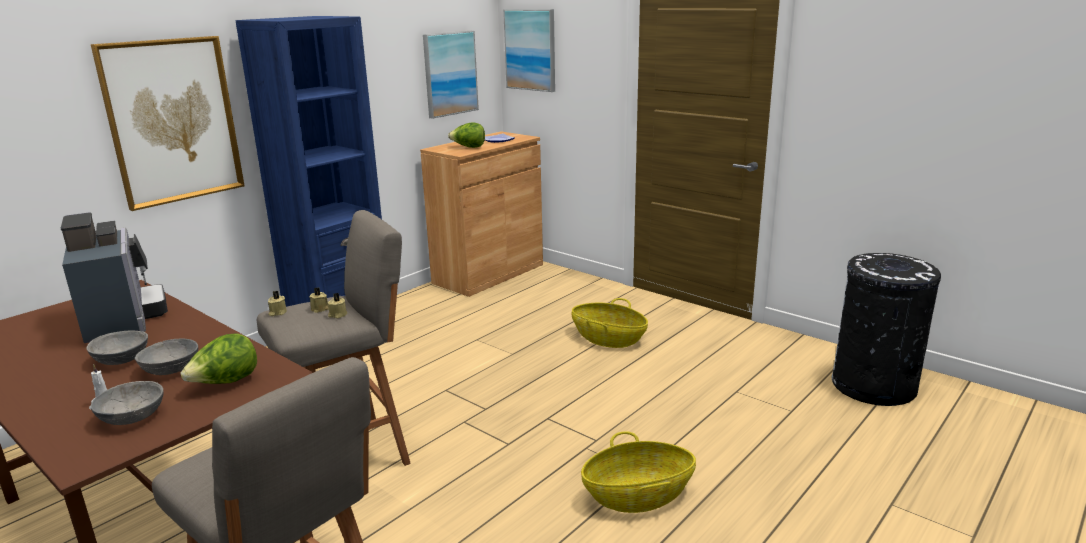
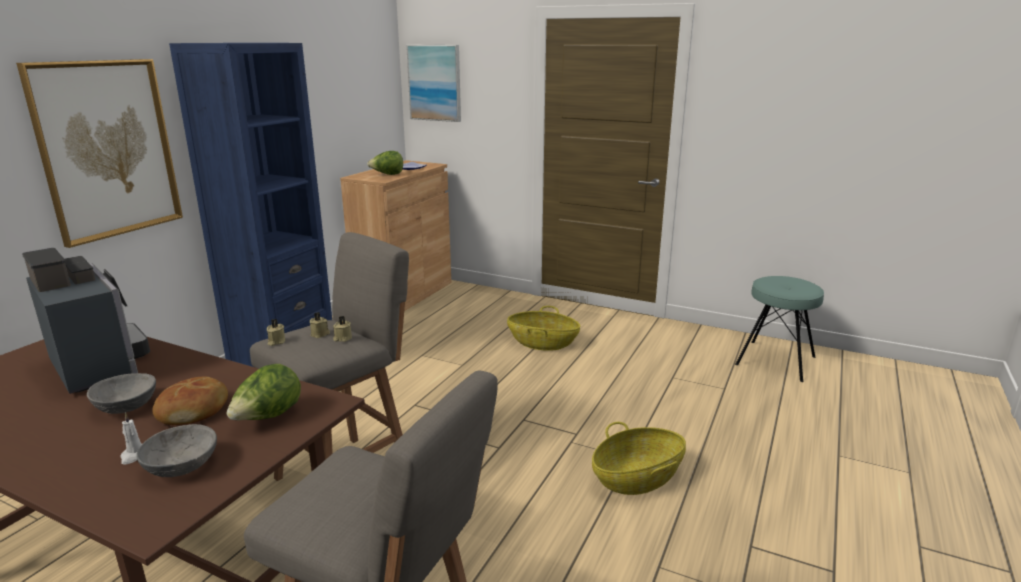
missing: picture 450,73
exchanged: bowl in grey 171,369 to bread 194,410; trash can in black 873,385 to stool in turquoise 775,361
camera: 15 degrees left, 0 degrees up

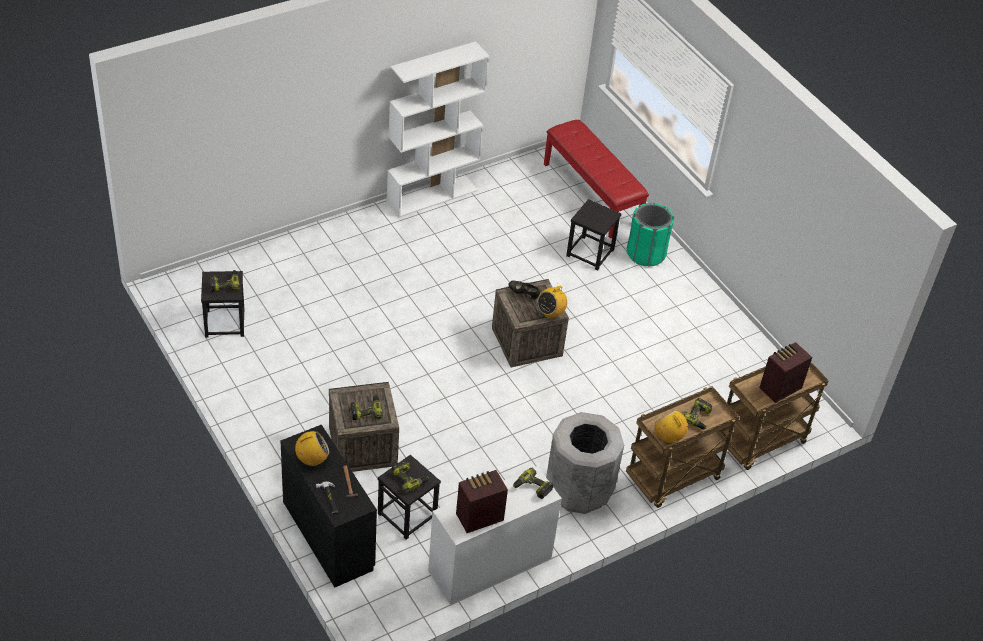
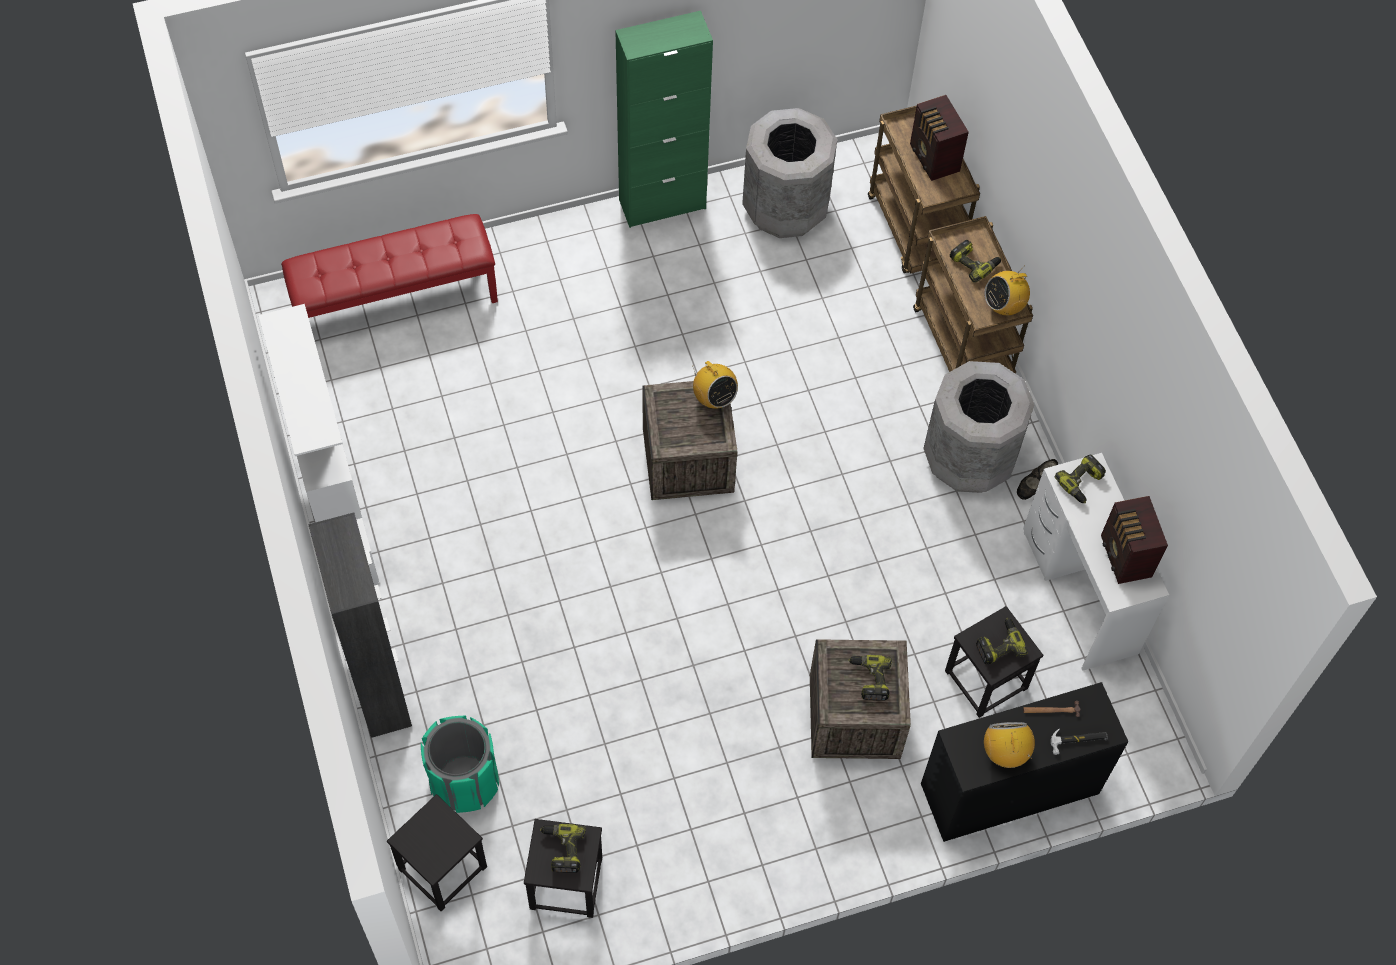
appeared: cabinet in black 380,691; cabinet in green 662,204; trash can in grey 785,208
relocated: shoe in black 523,294 to 1035,484; stool in black 589,253 to 443,868; trash can in green 646,254 to 464,780
camera: 75 degrees left, 15 degrees up

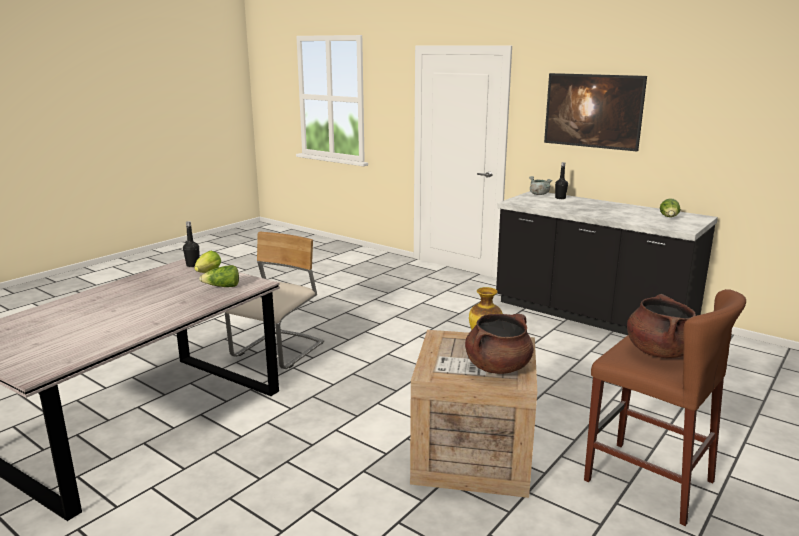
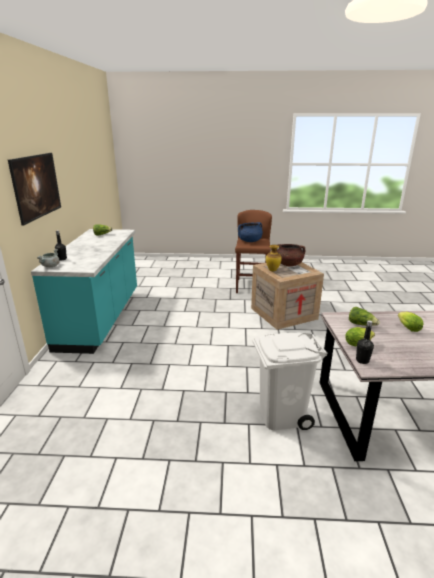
appeared: lettuce 407,327
exchanged: chair in beige 279,351 to trash can in white 281,414
colour: counter in black 591,316 to counter in turquoise 101,318; cooking pot in brown 659,352 to cooking pot in blue 249,241
camera: 125 degrees left, 5 degrees up

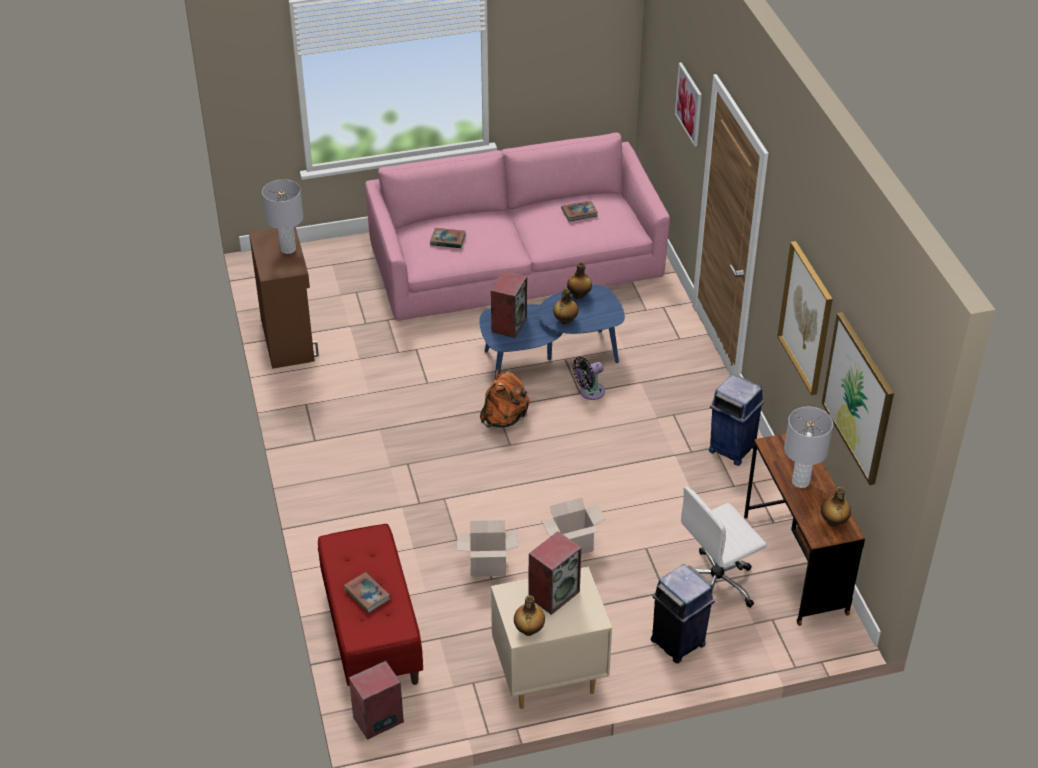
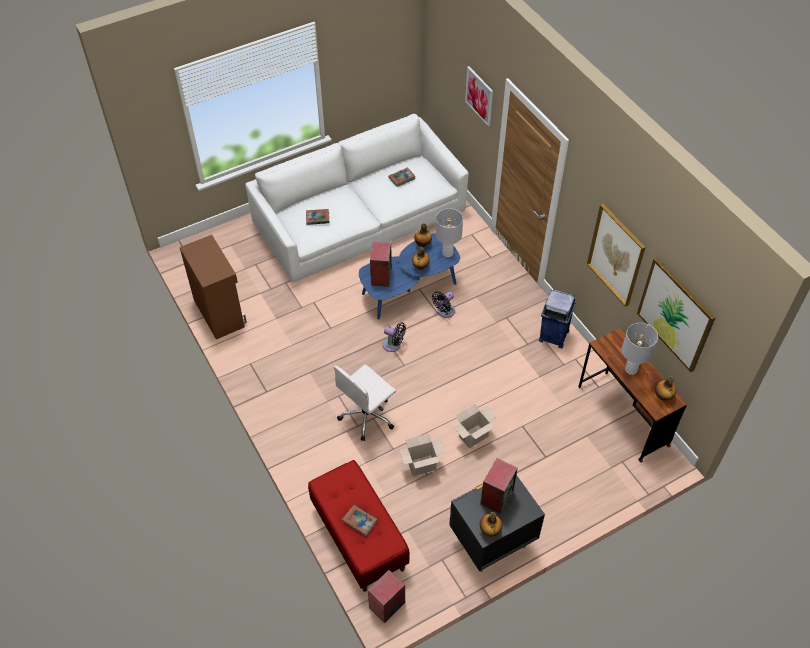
missing: trash can in blue 678,643
relocated: table lamp in grey 288,249 to 447,253; office chair in white 717,583 to 367,416
exchanged: backpack in orange 504,418 to fan in black 393,345
colour: sofa in pink 515,262 to sofa in white 359,218; nightstand in beige 549,678 to nightstand in black 492,543
camera: 15 degrees left, 10 degrees up

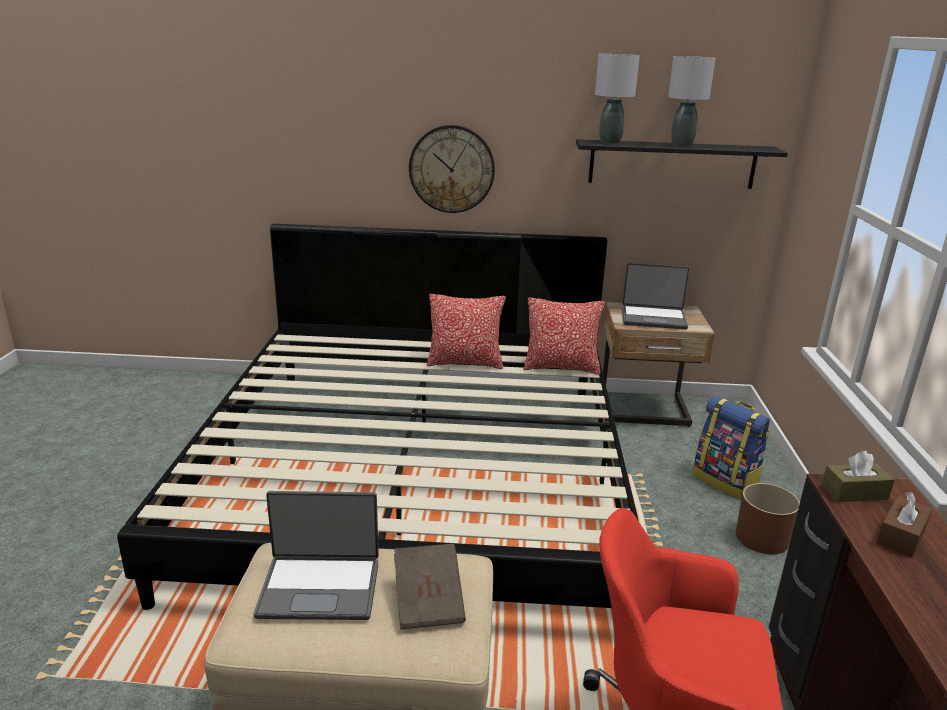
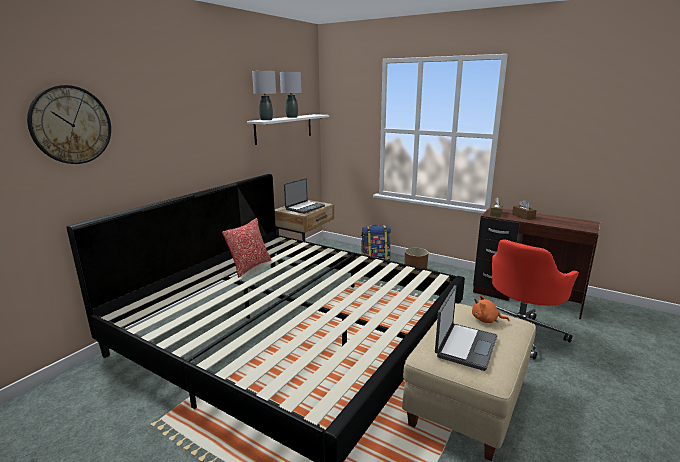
missing: pillow 561,367
relocated: wall clock 452,169 to 71,125
exchanged: book in brown 428,601 to plush toy in orange 486,320
colour: shelf in black 672,164 to shelf in white 284,128
camera: 60 degrees left, 5 degrees down

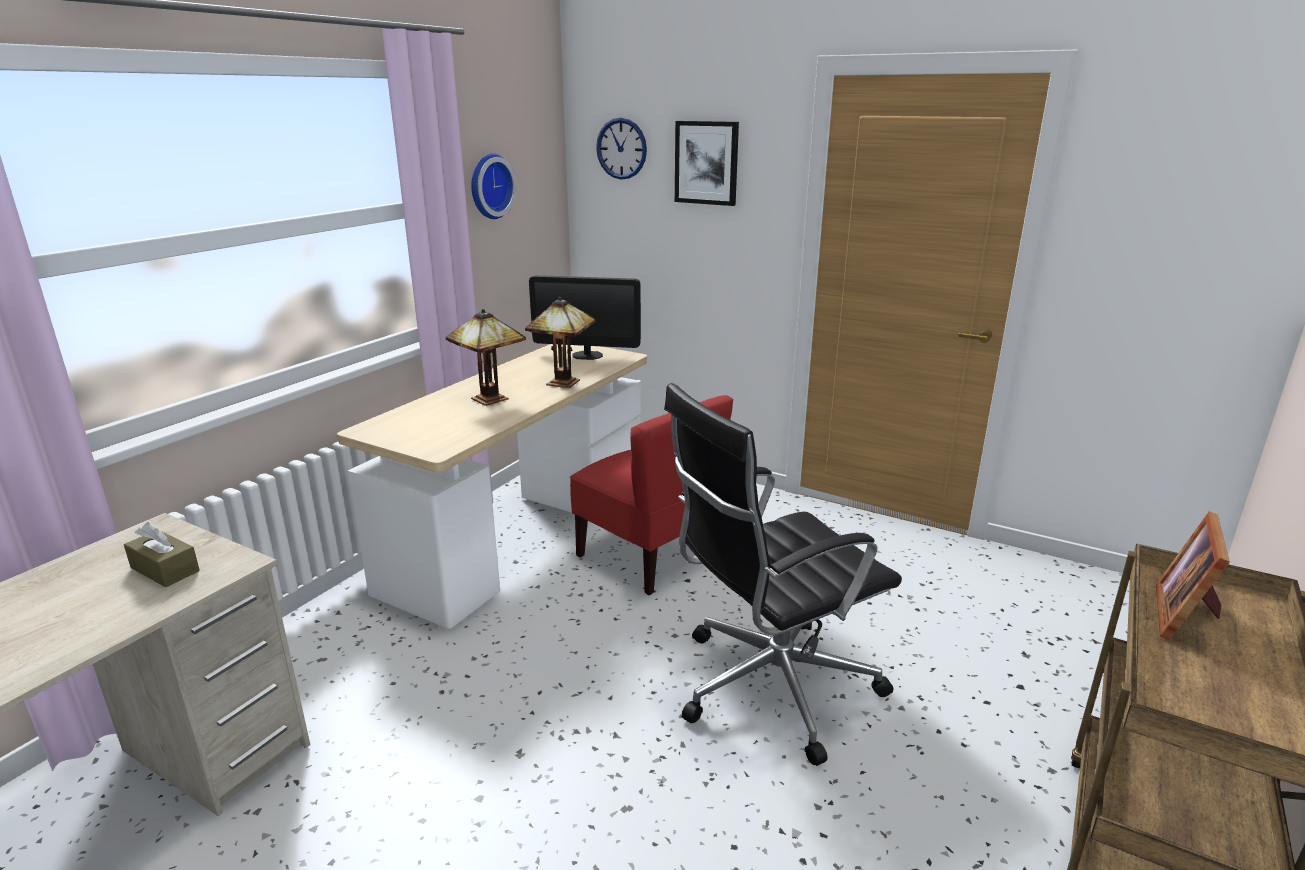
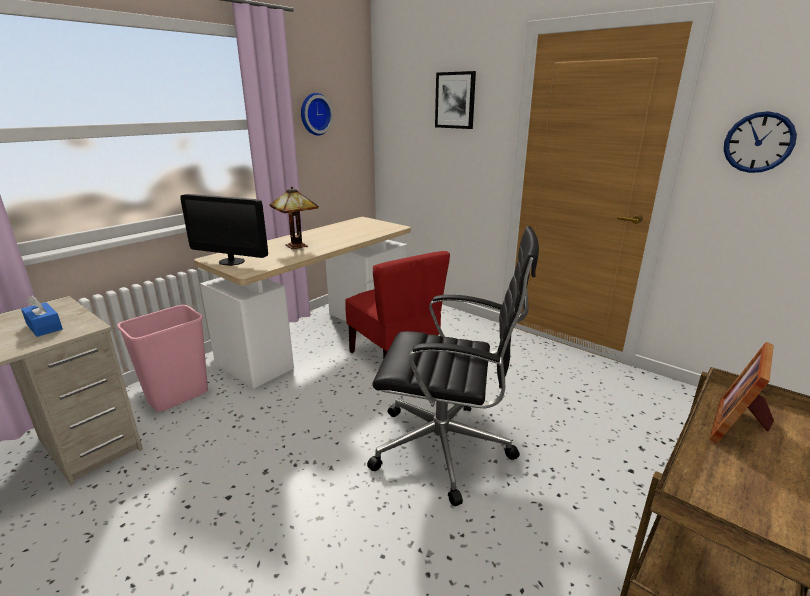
missing: table lamp 562,382
appeared: trash can in pink 178,396
relocated: monitor 587,355 to 231,261; wall clock 621,148 to 758,142
colour: tissue box in brown 165,569 to tissue box in blue 44,327
spun: office chair in black 770,686 = 446,448 150 degrees counterclockwise
camera: 10 degrees right, 0 degrees up

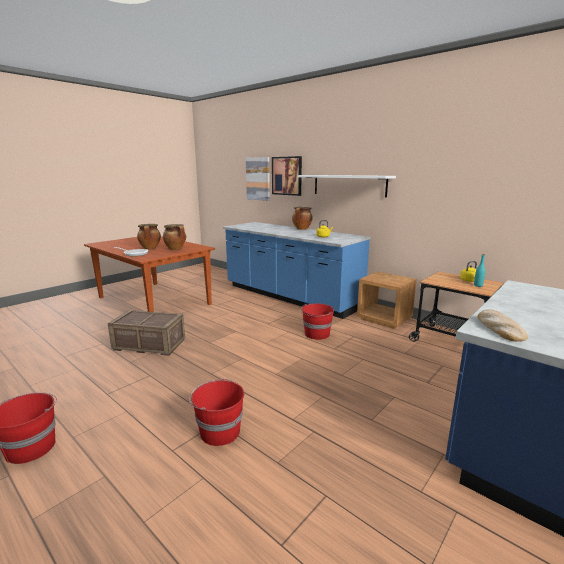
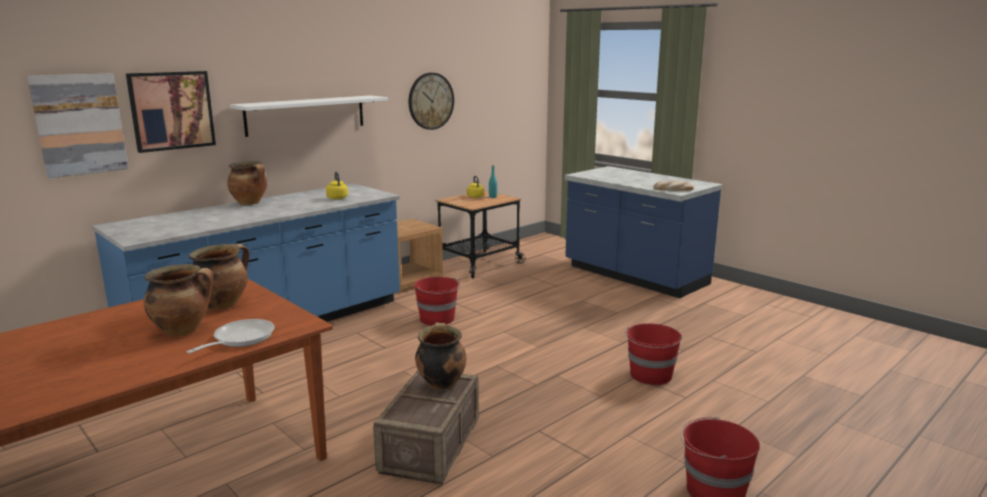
appeared: wall clock 431,101; cooking pot 441,383
camera: 85 degrees left, 0 degrees up

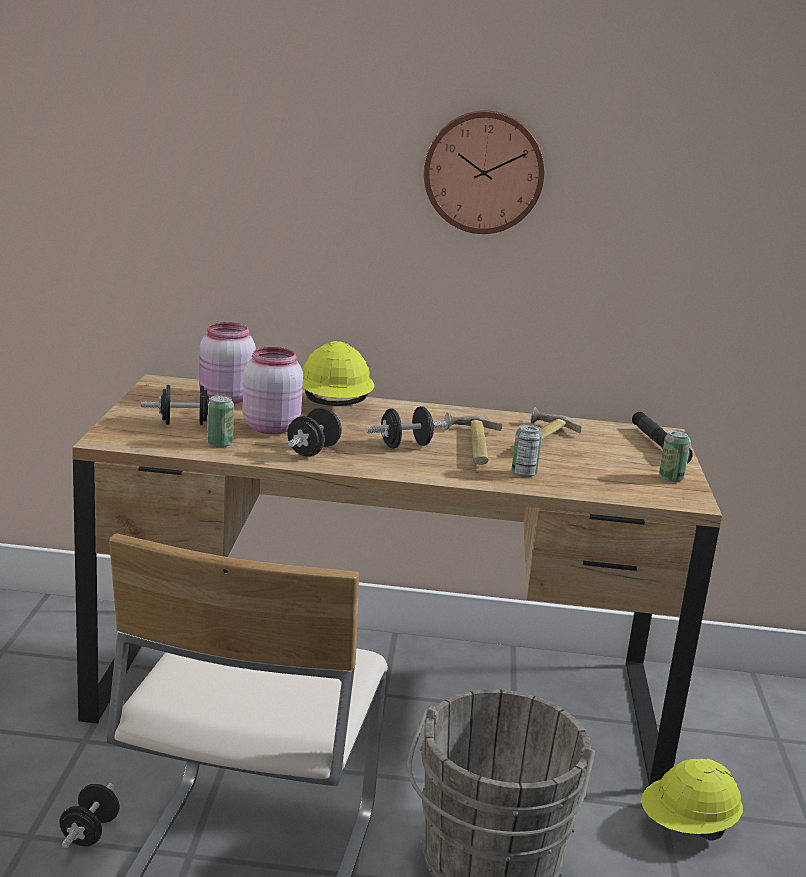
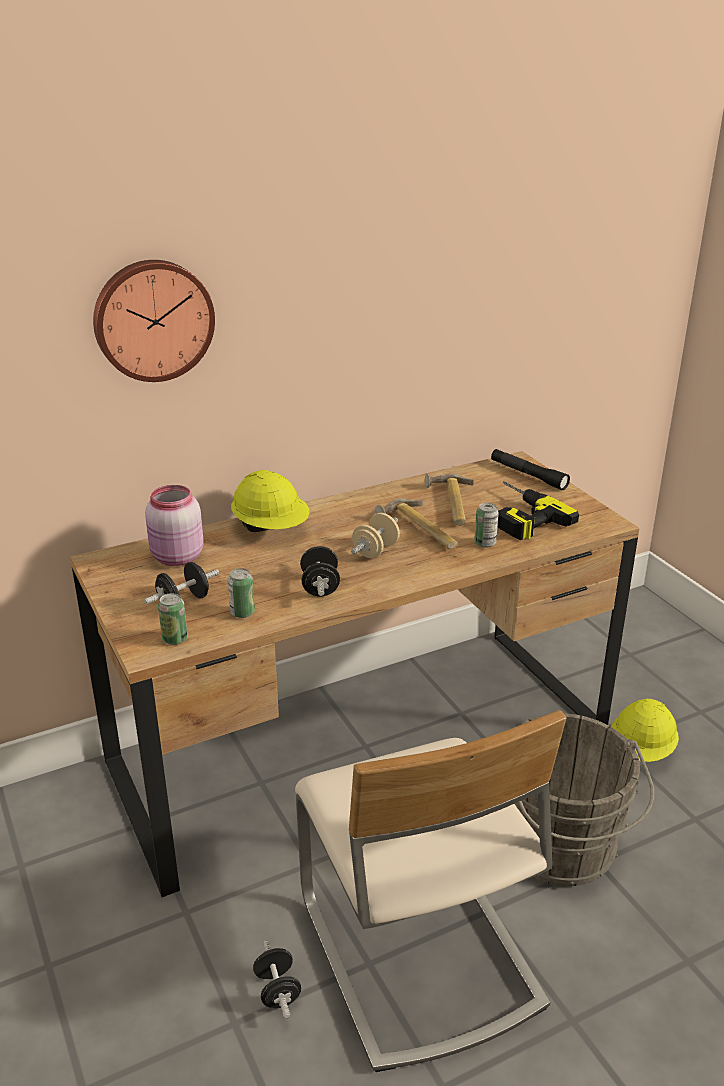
missing: jar in pink 270,427
appeared: power drill 518,515
relocated: wall clock 484,172 to 153,320; can 671,478 to 175,639
colour: dumbbell in black 405,446 to dumbbell in beige 375,550
camera: 30 degrees left, 10 degrees up

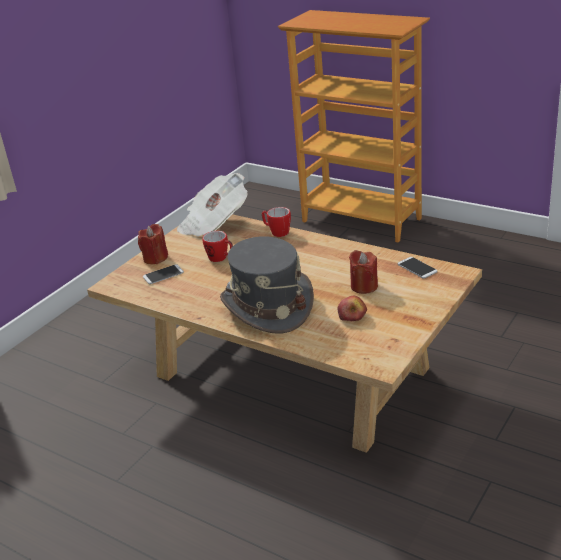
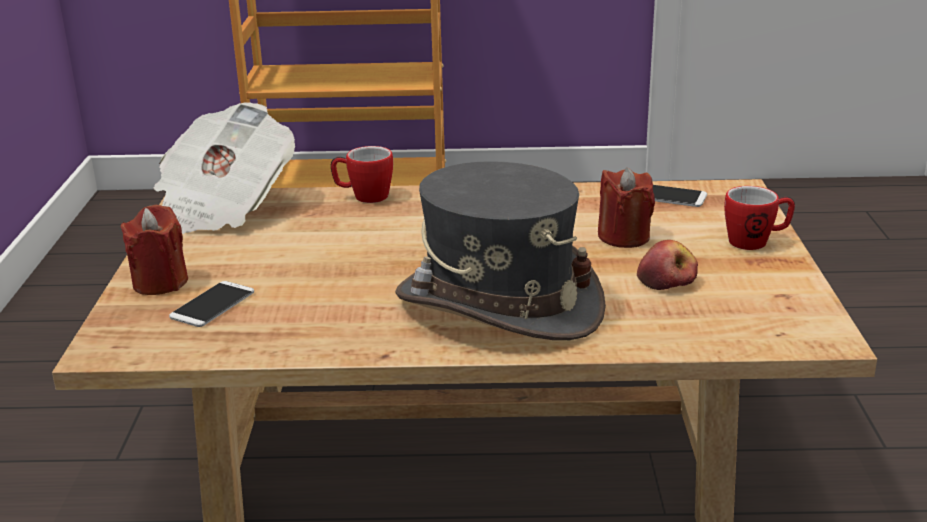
relocated: mug 221,258 to 756,242
camera: 35 degrees left, 5 degrees down

